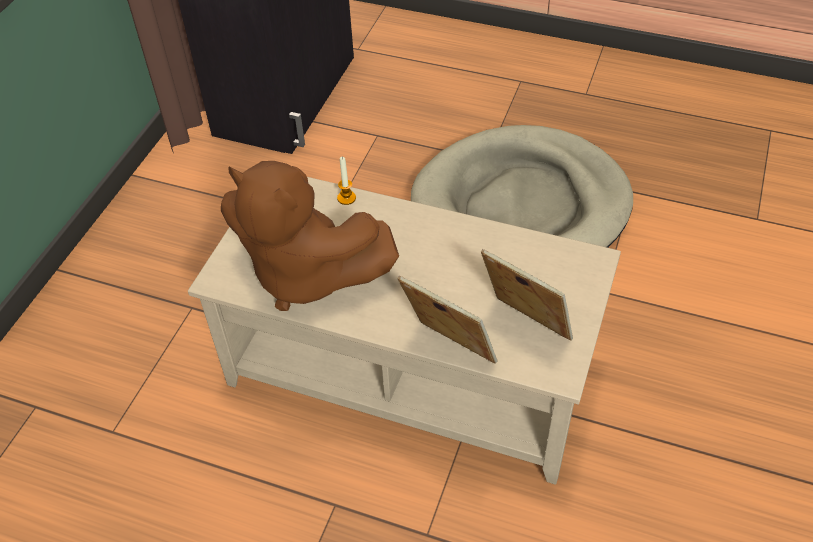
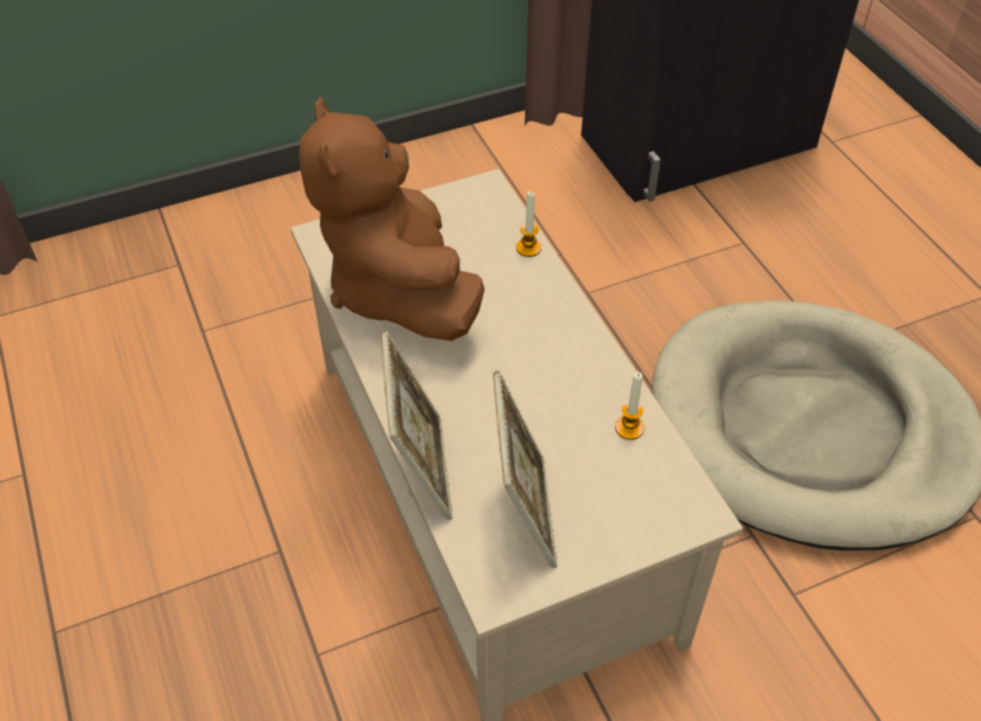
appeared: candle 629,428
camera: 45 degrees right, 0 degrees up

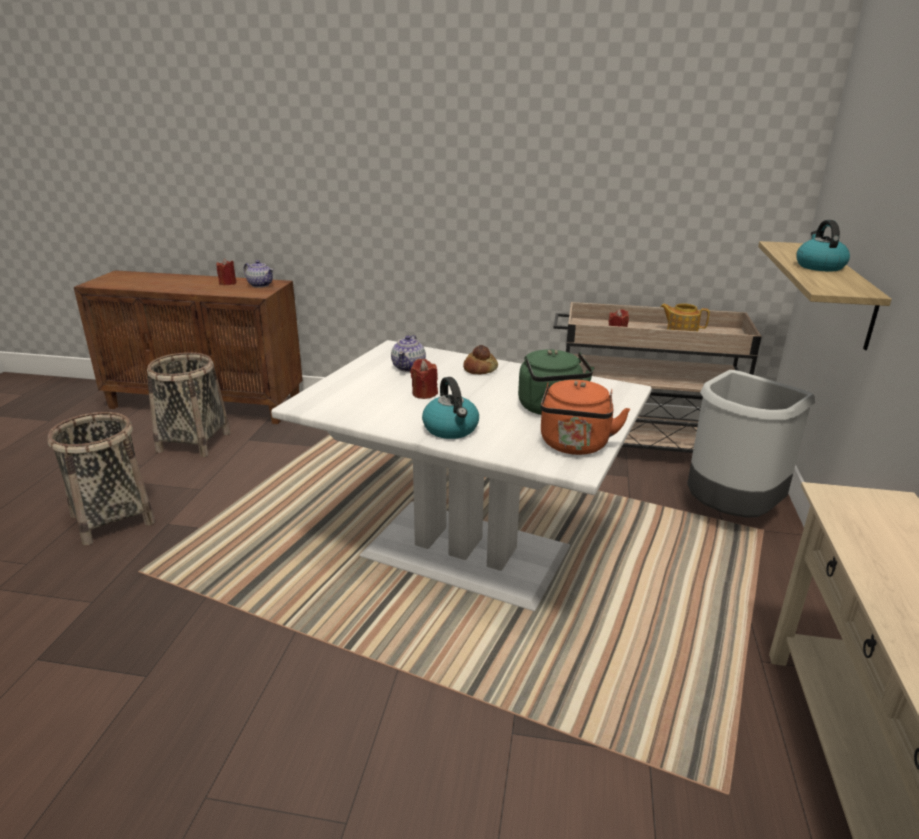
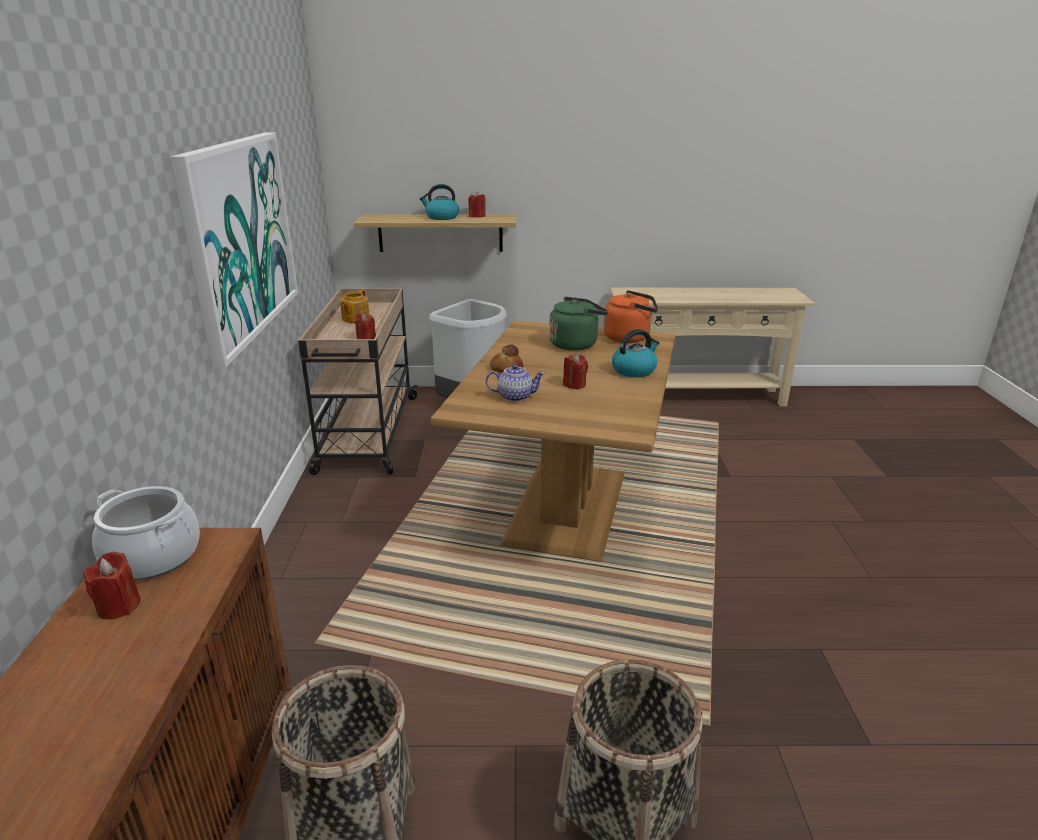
appeared: picture 241,239; candle in red 477,216
exchanged: teapot 260,285 to cooking pot 153,556
colour: dining table in white 466,550 to dining table in brown 564,507
camera: 100 degrees left, 0 degrees up

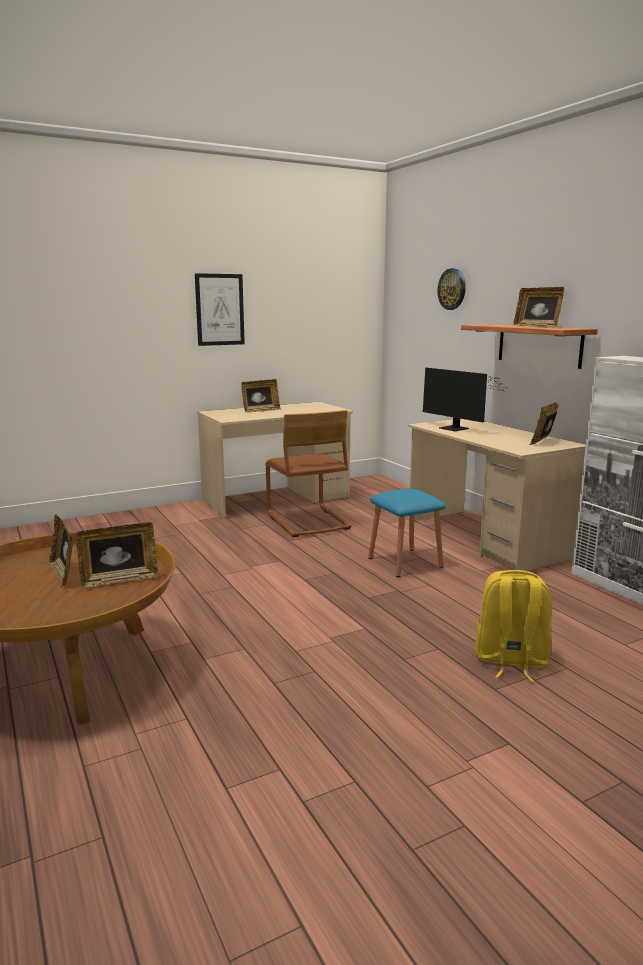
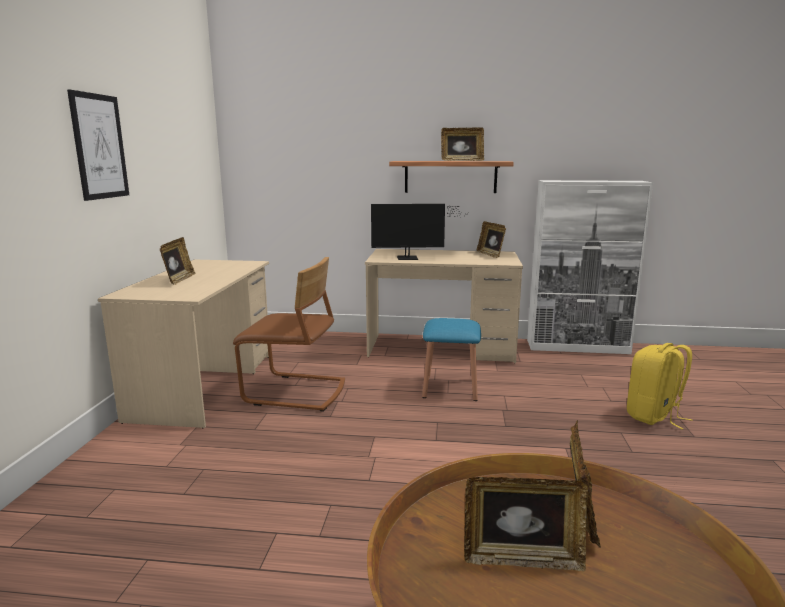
missing: wall clock 452,289
camera: 55 degrees left, 0 degrees up

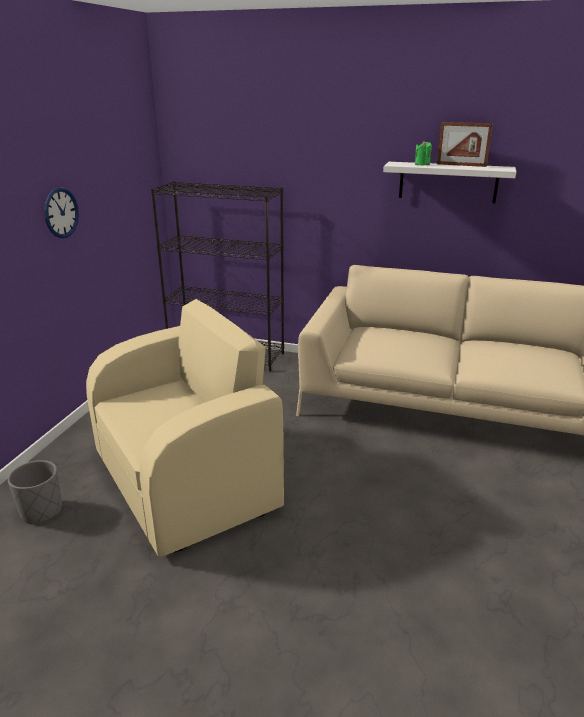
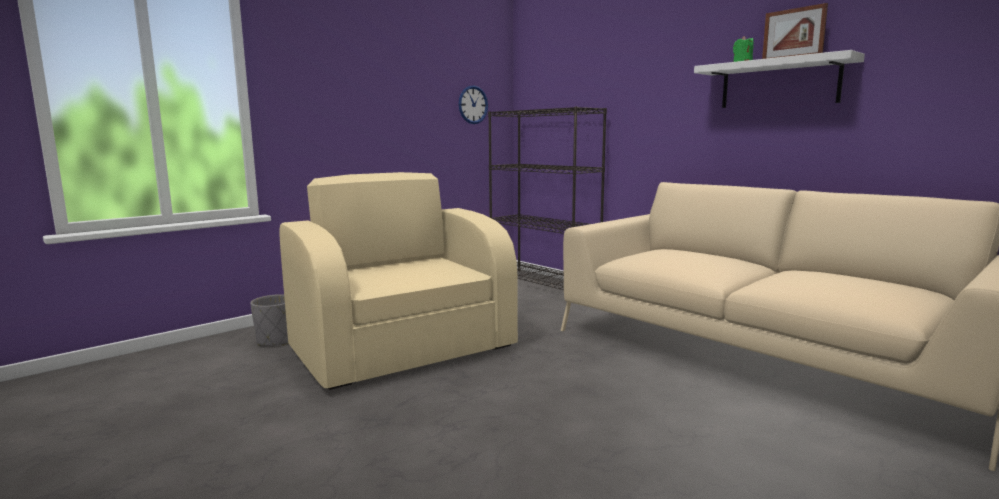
relocated: wall clock 61,213 to 473,104
spun: armchair in beige 186,480 = 404,349 120 degrees counterclockwise
camera: 30 degrees right, 15 degrees down

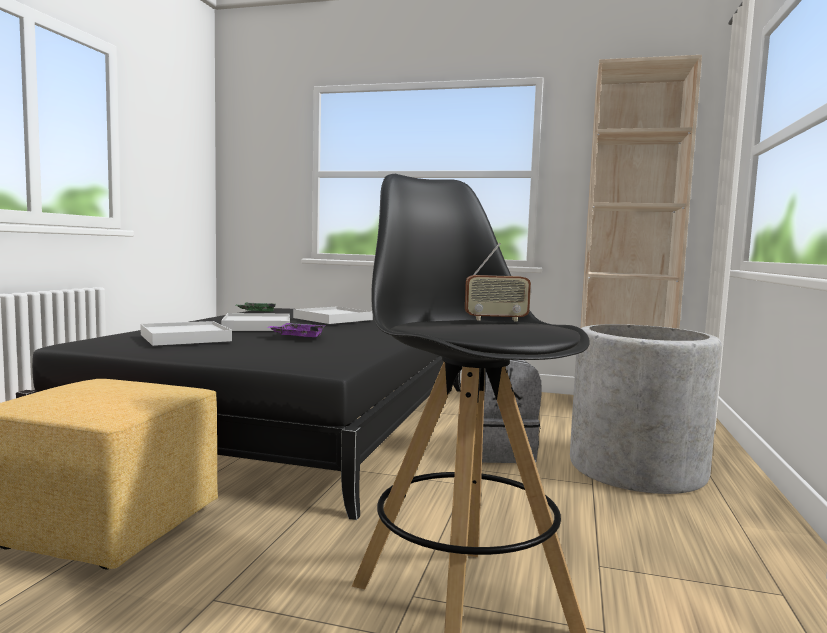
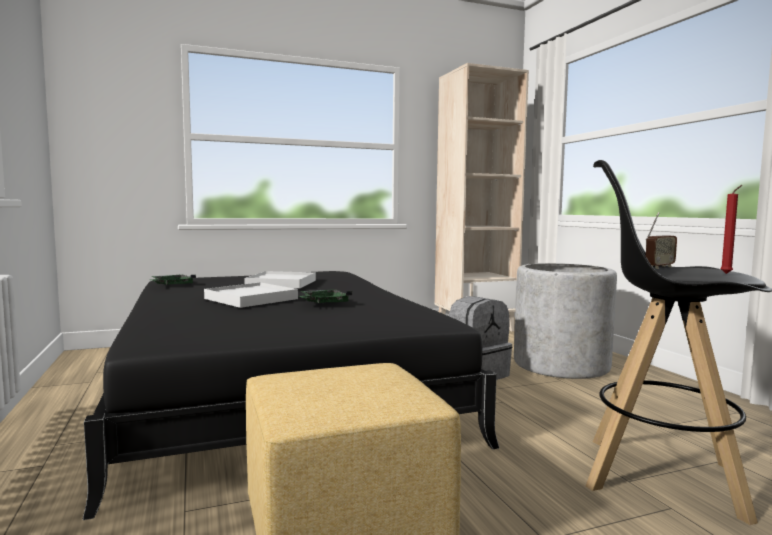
missing: tray in white 185,338
appeared: candle in red 727,274
colour: tray in purple 299,337 to tray in green 323,303
camera: 35 degrees left, 0 degrees up

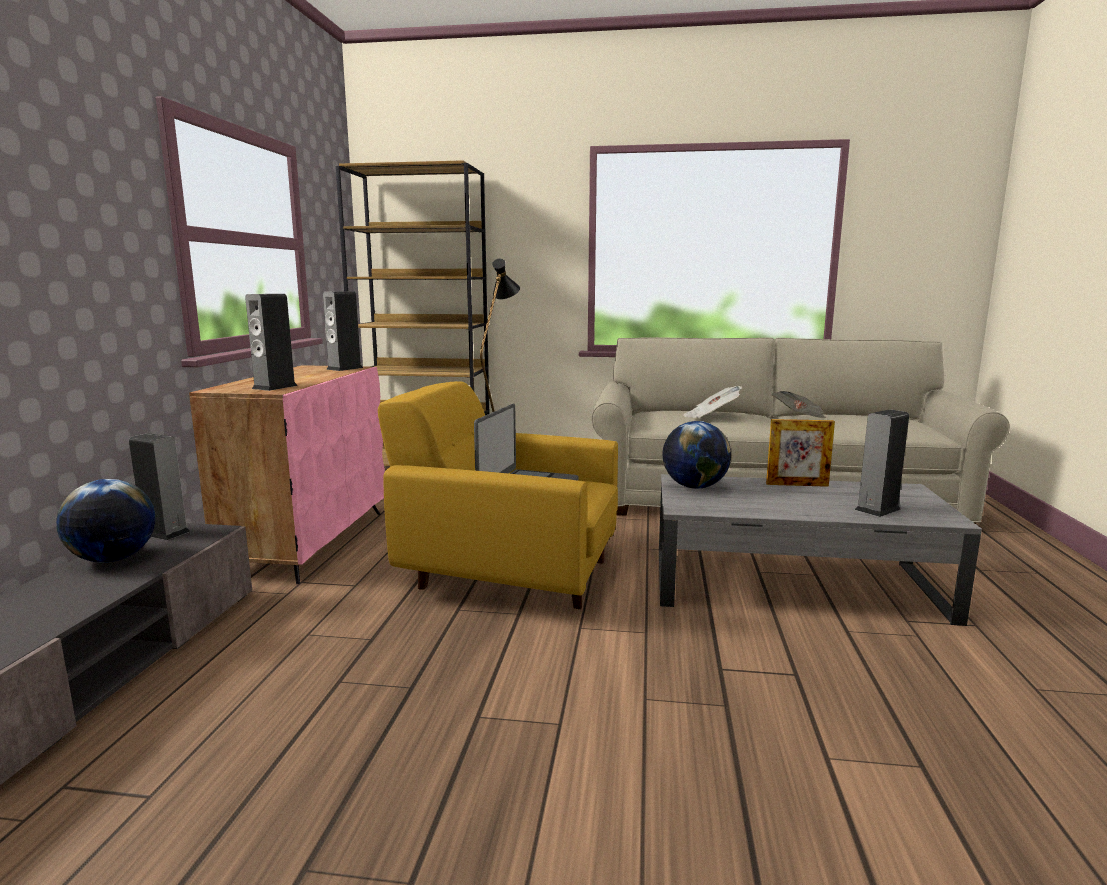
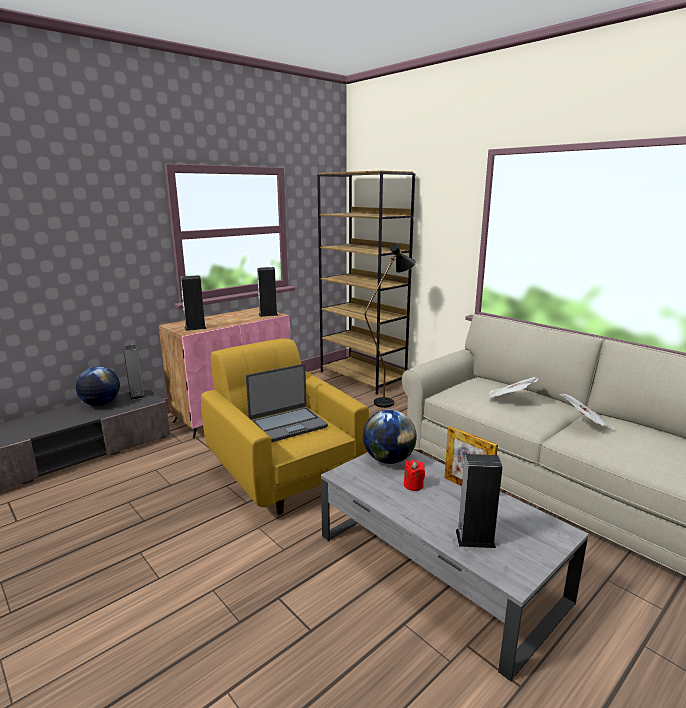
appeared: candle in red 413,485
camera: 40 degrees right, 5 degrees up

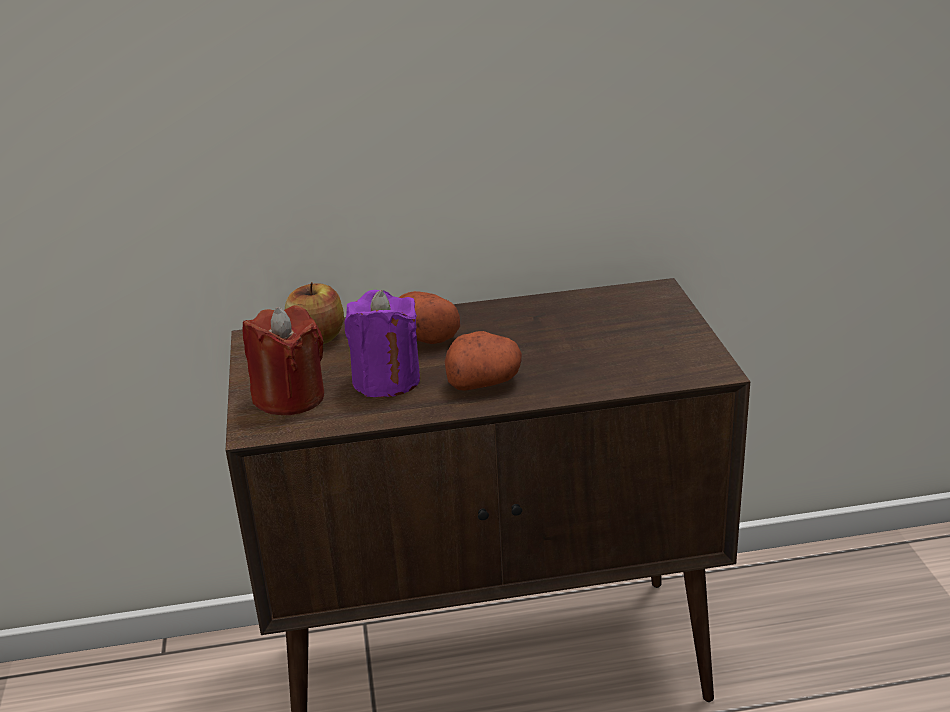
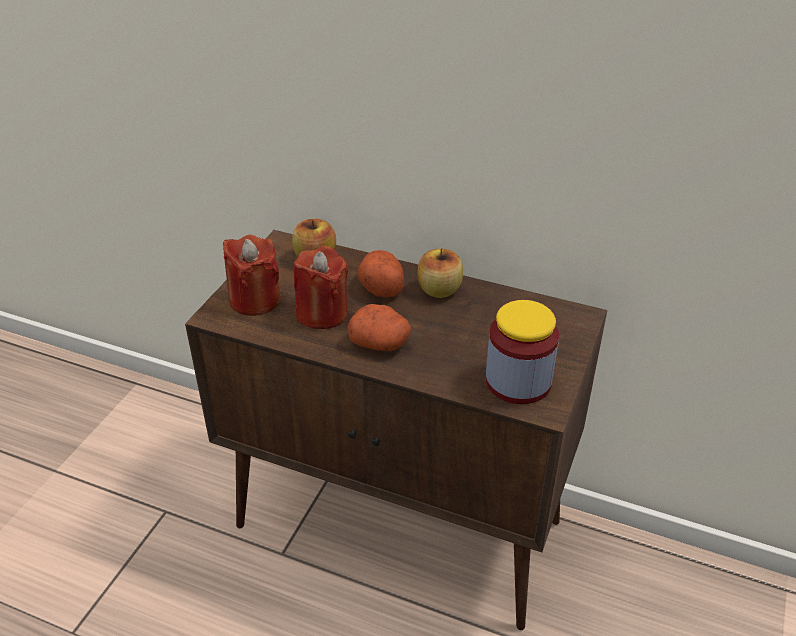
appeared: apple 439,290; jar 518,381
colour: candle in purple 386,380 to candle in red 322,313
camera: 30 degrees right, 10 degrees up

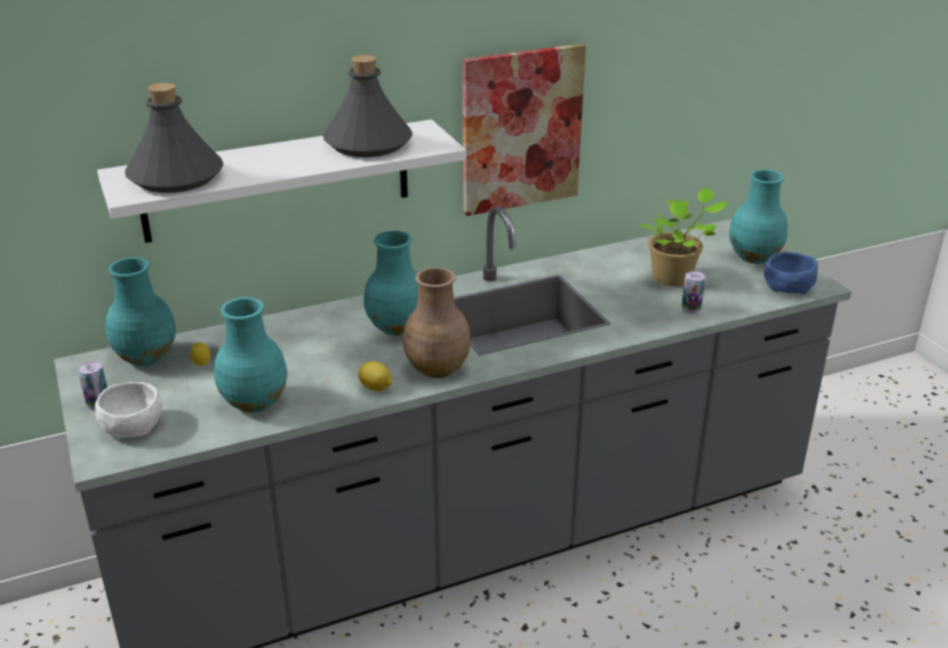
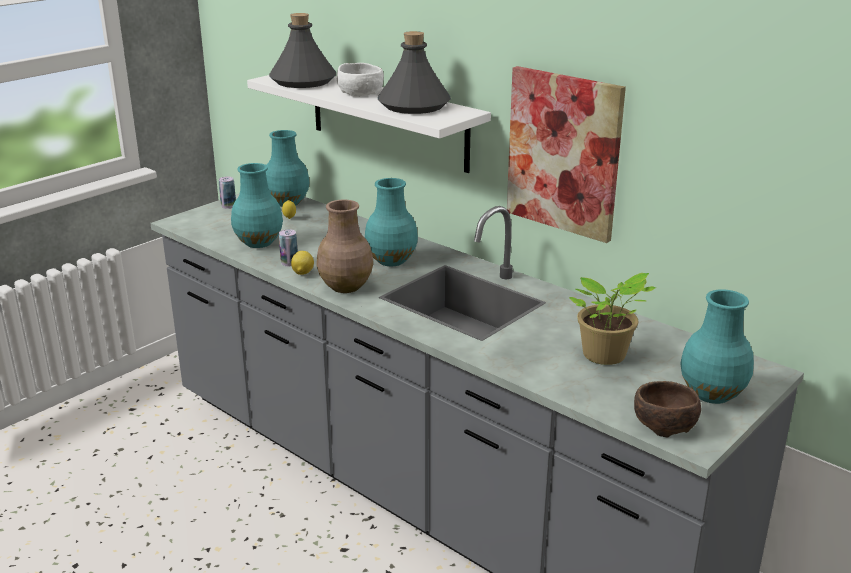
relocated: bowl in white 134,425 to 361,93; can 691,309 to 289,263
colour: bowl in blue 786,287 to bowl in brown 663,423
camera: 65 degrees right, 5 degrees down

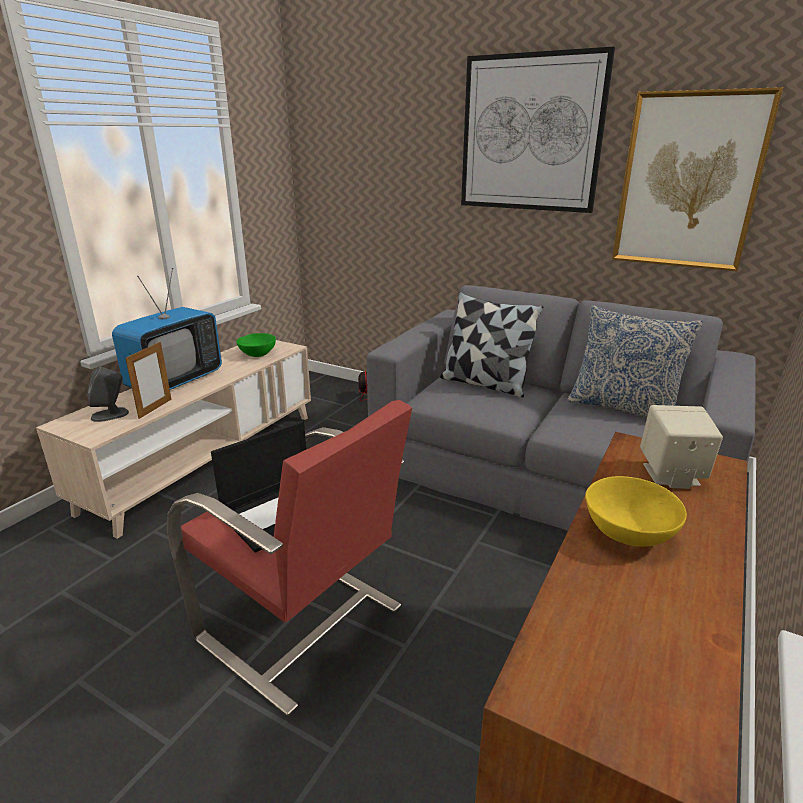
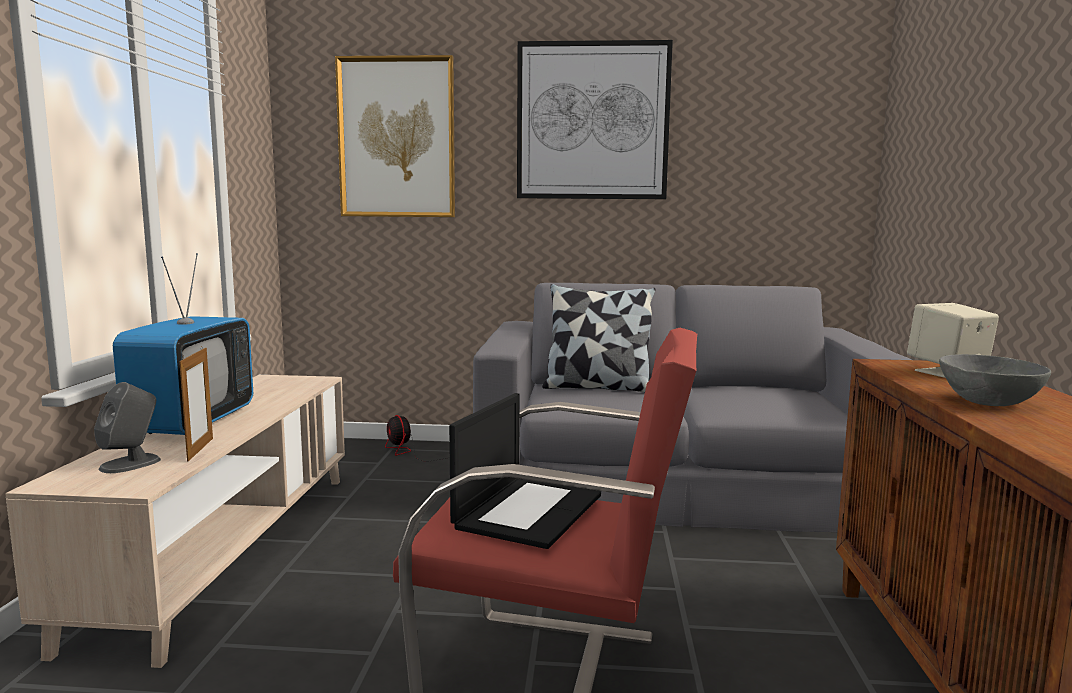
missing: bowl in green 257,354; pillow 623,407
relocated: picture 688,182 to 397,138
colour: bowl in yellow 628,533 to bowl in grey 989,402
camera: 25 degrees left, 15 degrees down

